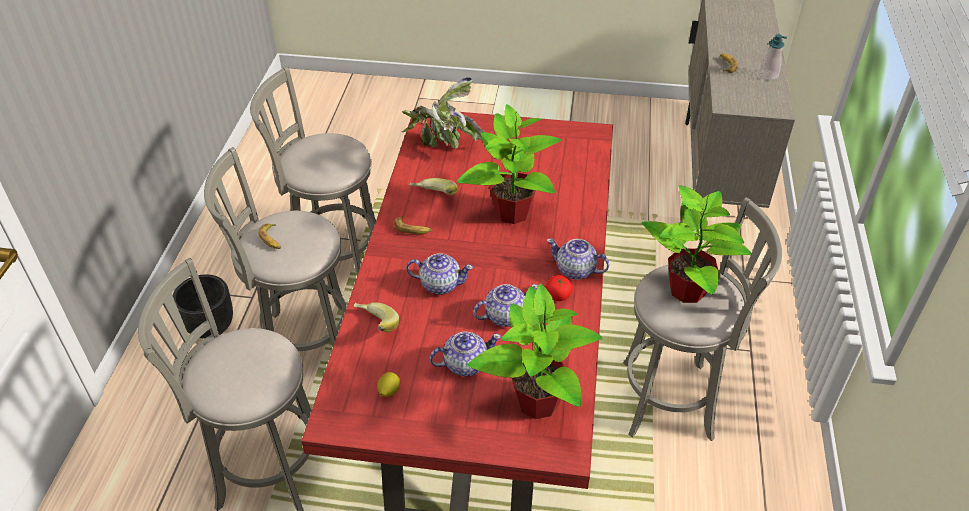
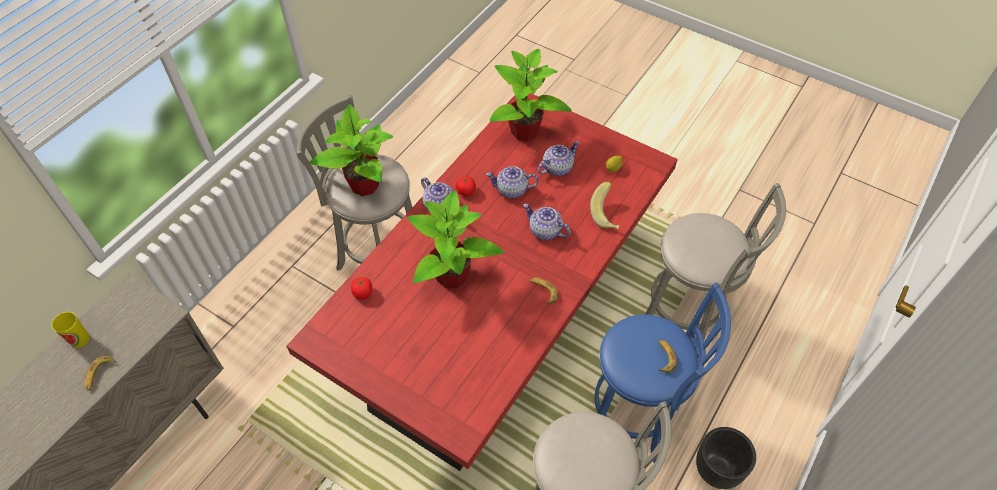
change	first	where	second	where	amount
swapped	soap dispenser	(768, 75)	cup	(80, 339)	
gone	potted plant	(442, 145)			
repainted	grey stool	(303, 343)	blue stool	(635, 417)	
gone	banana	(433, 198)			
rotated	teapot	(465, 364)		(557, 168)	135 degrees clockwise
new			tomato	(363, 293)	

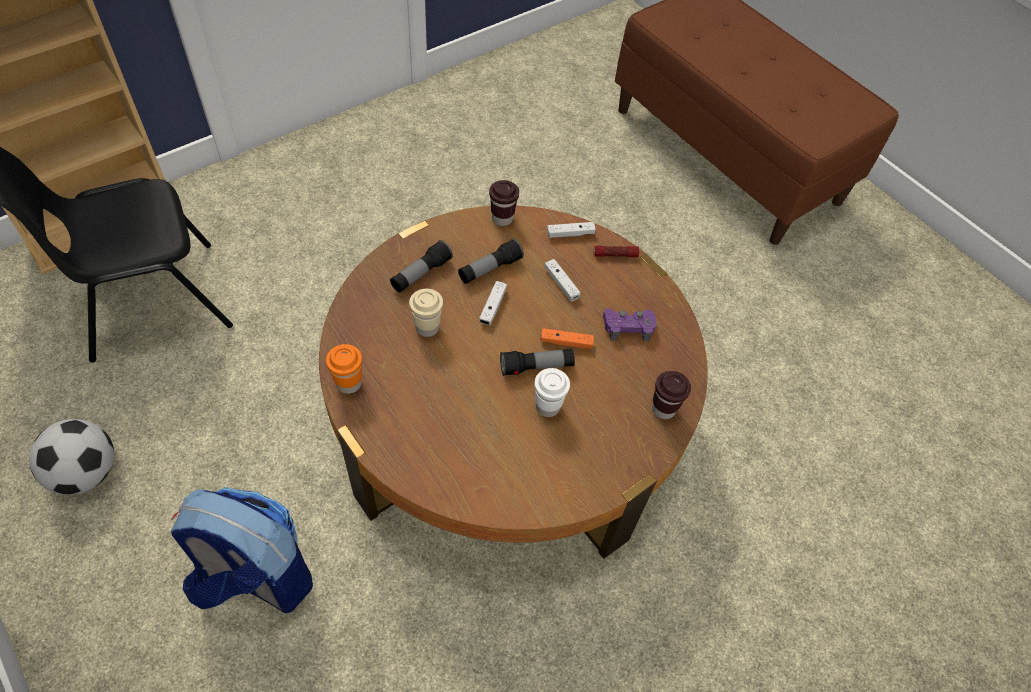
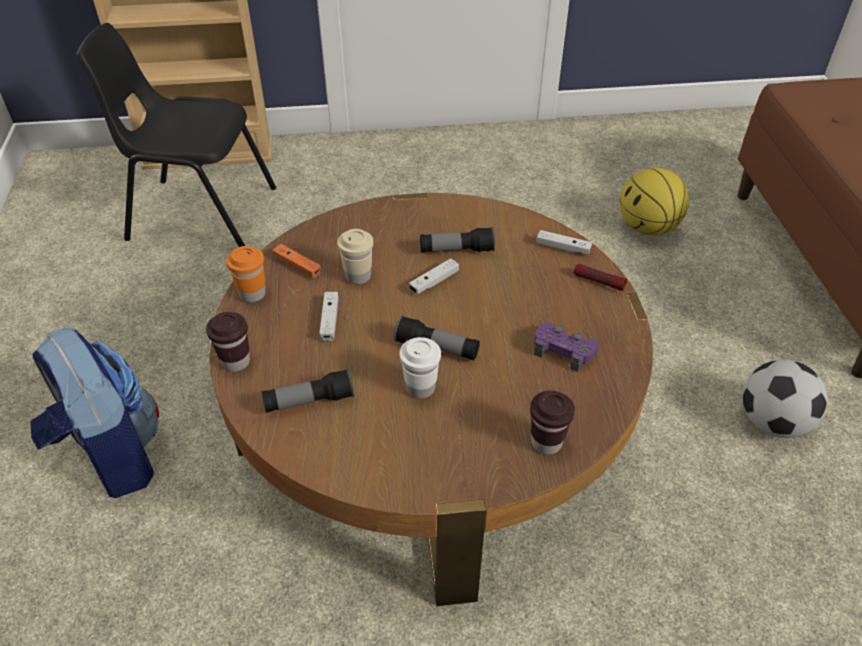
change	first	where	second	where	amount
shifted	brown cup	(502, 218)		(236, 362)	
shifted	flashlight	(421, 274)		(309, 401)	
shifted	white game controller	(561, 284)		(329, 320)	
shifted	orange game controller	(566, 342)		(297, 266)	
shifted	football	(86, 472)		(772, 422)	
new			basketball	(647, 228)	

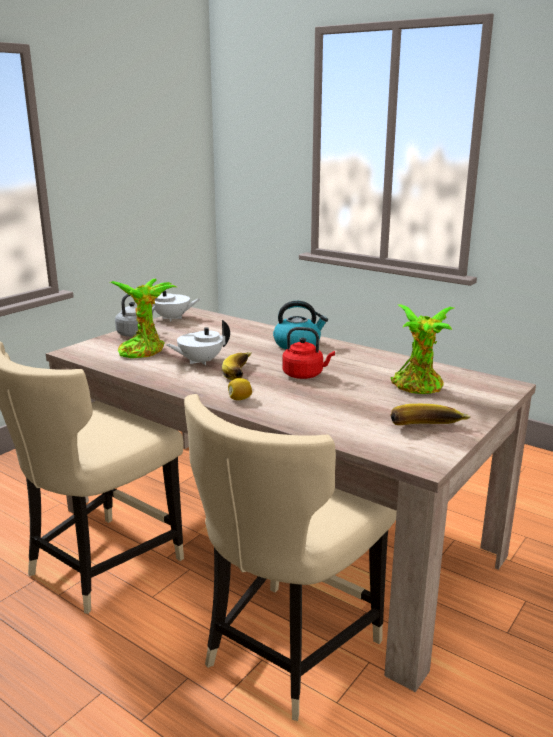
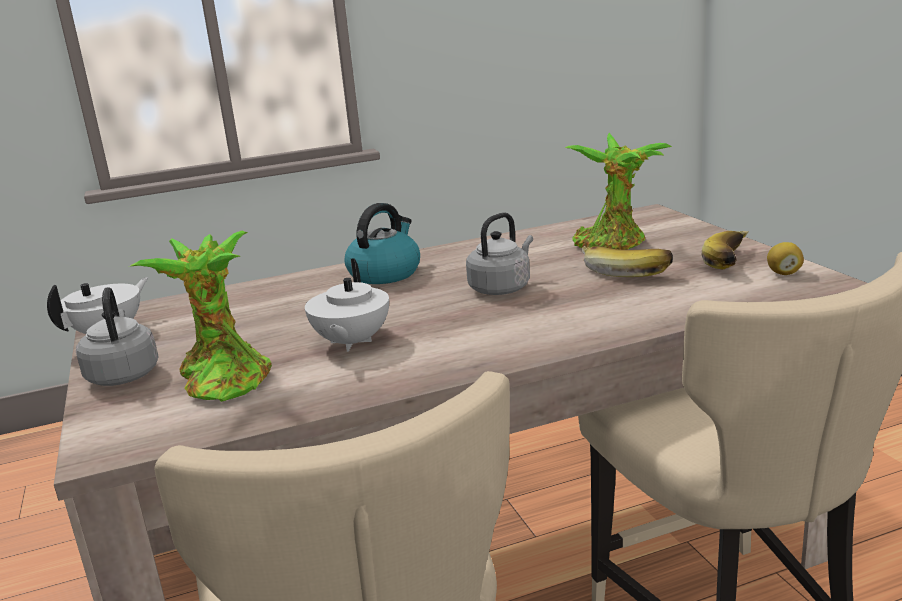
change	first	where	second	where	amount
repainted	red kettle	(305, 375)	grey kettle	(502, 288)	
shifted	banana	(242, 374)		(626, 271)	
shifted	lemon	(239, 399)		(783, 273)	

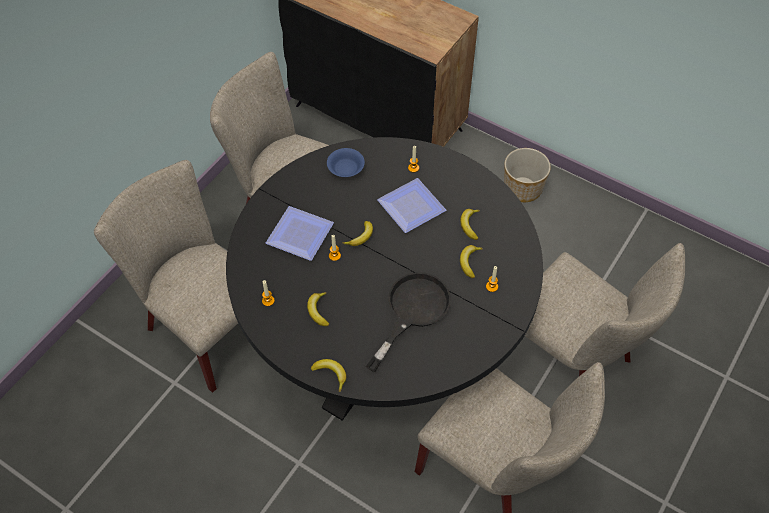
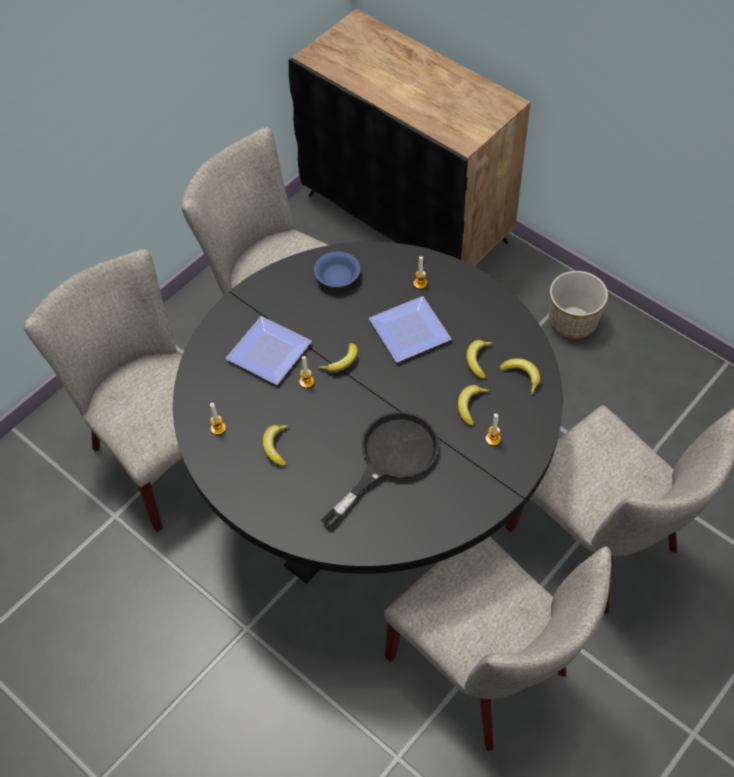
change	first	where	second	where	amount
shifted	banana	(331, 374)		(522, 376)	

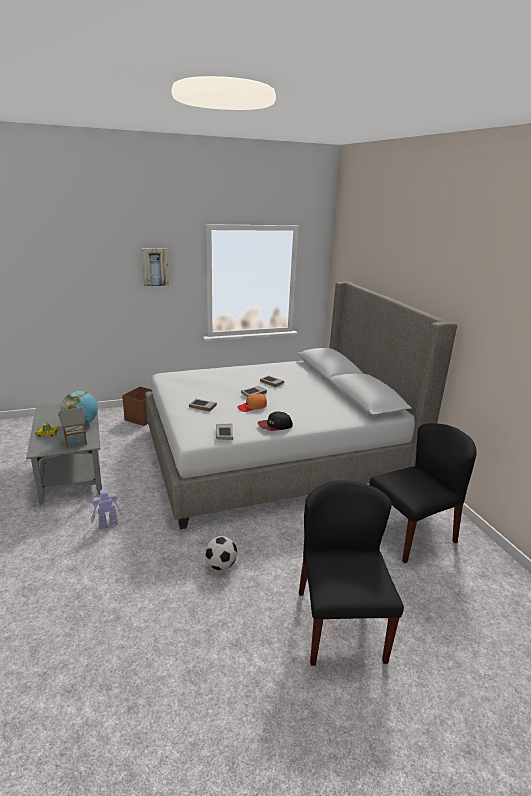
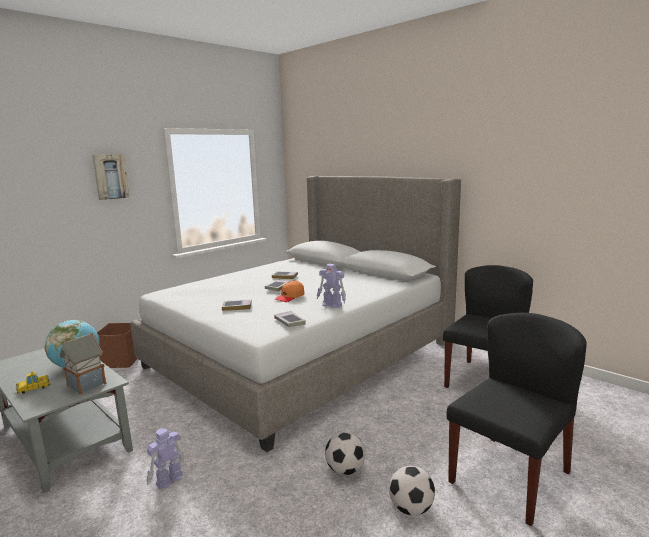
change	first	where	second	where	amount
swapped	cap	(275, 426)	toy robot	(332, 305)	
rotated	black chair	(339, 624)		(509, 476)	75 degrees clockwise
new			football	(411, 508)	

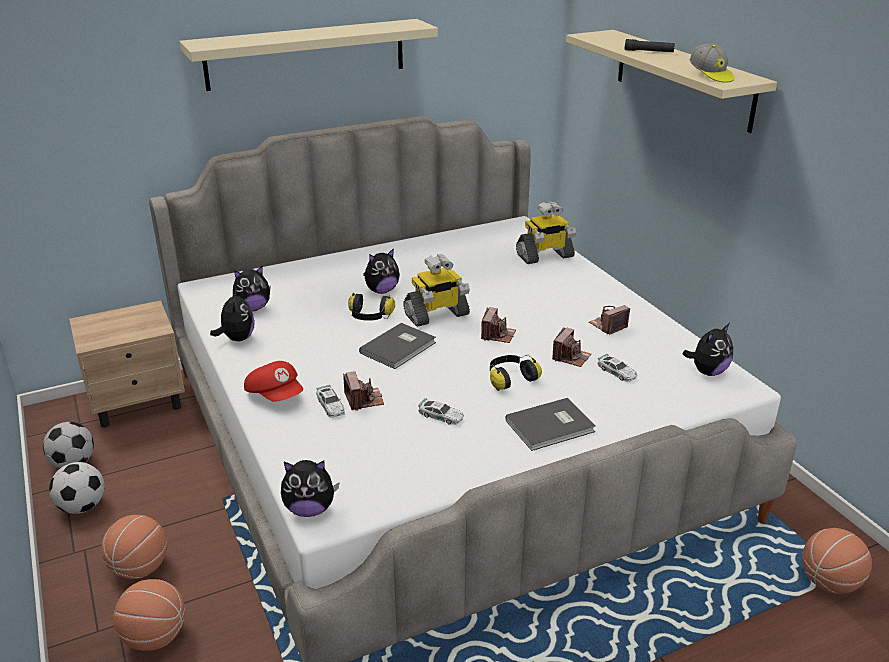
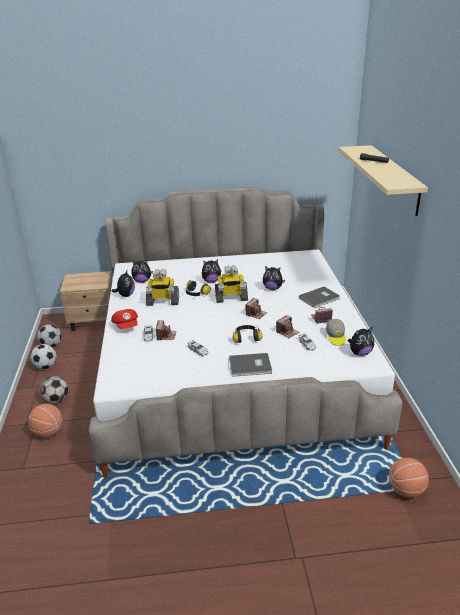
change	first	where	second	where	amount
gone	beige shelf	(306, 54)			
shifted	cap	(711, 76)		(335, 337)	
shifted	toy robot	(545, 256)		(162, 302)	
shifted	grey book	(400, 348)		(320, 298)	
shifted	plush toy	(310, 509)		(272, 288)	
swapped	basketball	(139, 568)	football	(56, 400)	

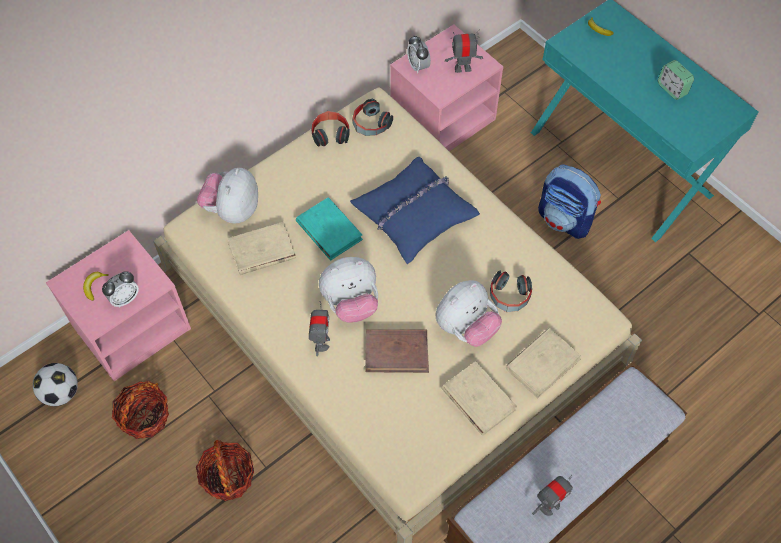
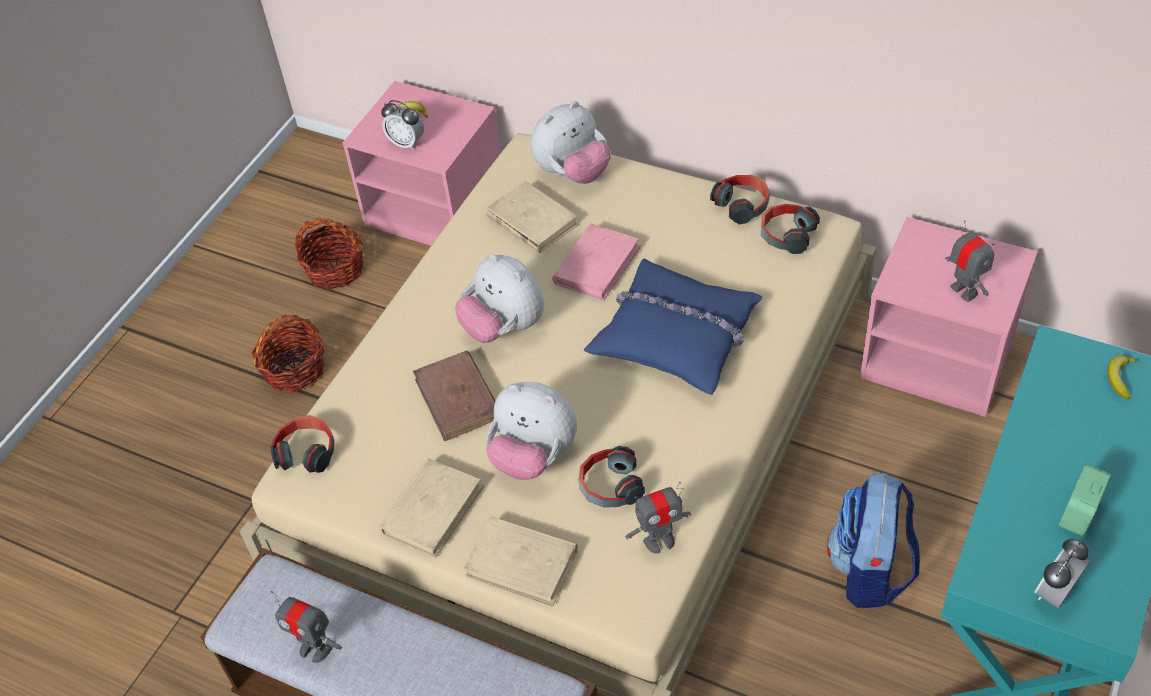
change	first	where	second	where	amount
shifted	alarm clock	(418, 66)		(1055, 593)	
rotated	plush toy	(232, 210)		(573, 173)	150 degrees clockwise
repainted	turquoise book	(329, 230)	pink book	(597, 265)	
shifted	toy robot	(321, 343)		(659, 541)	
gone	football	(61, 393)			
new			headphones	(307, 452)	

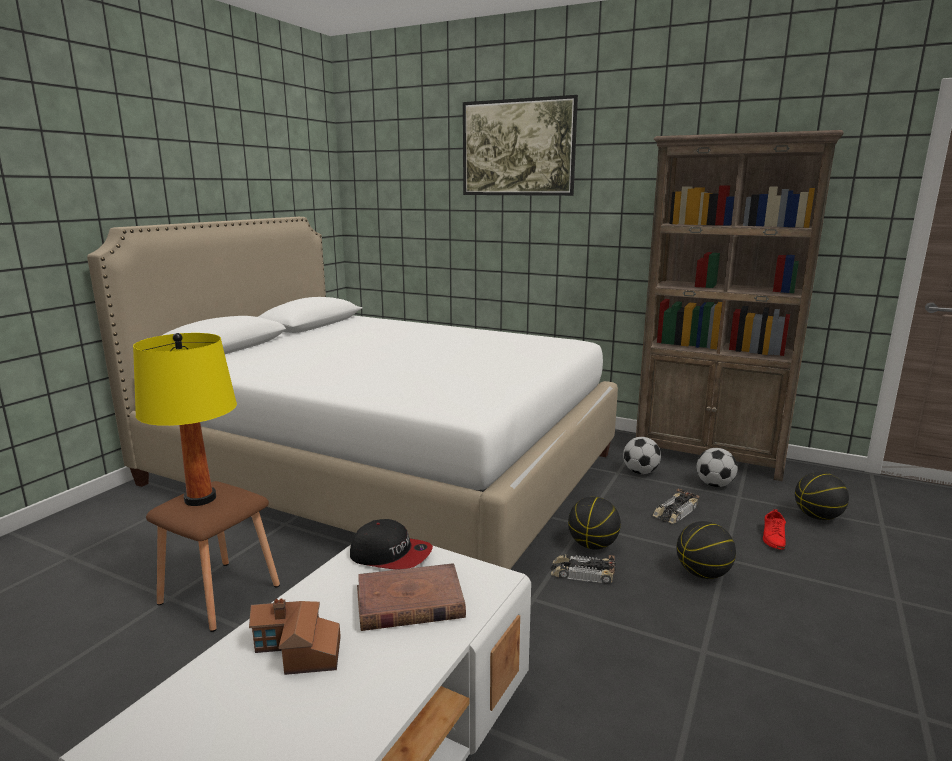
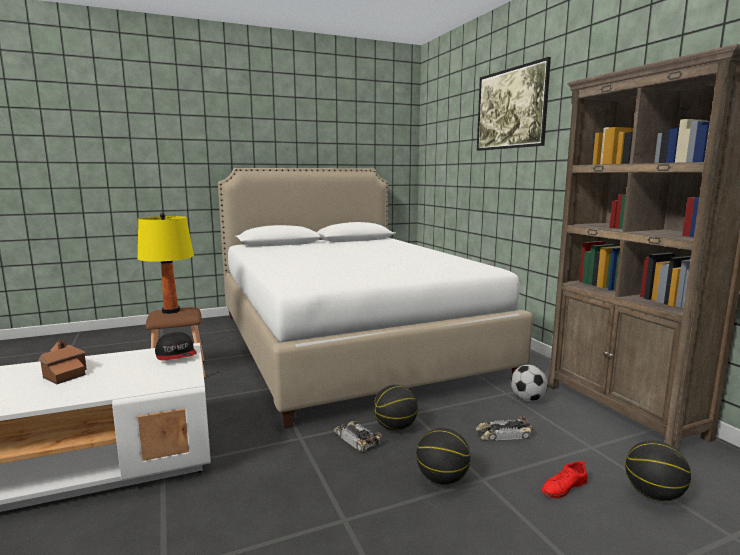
change	first	where	second	where	amount
gone	football	(714, 484)			
gone	brown book	(409, 602)			

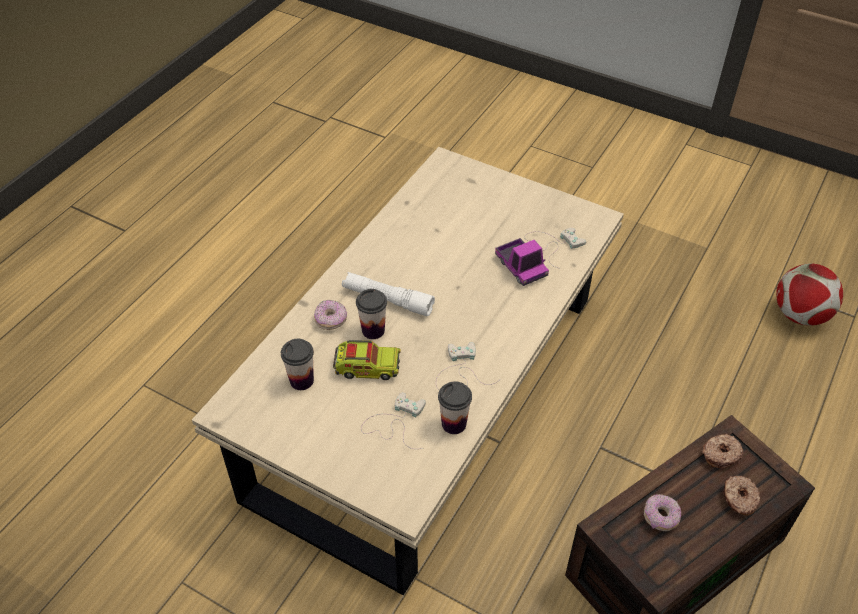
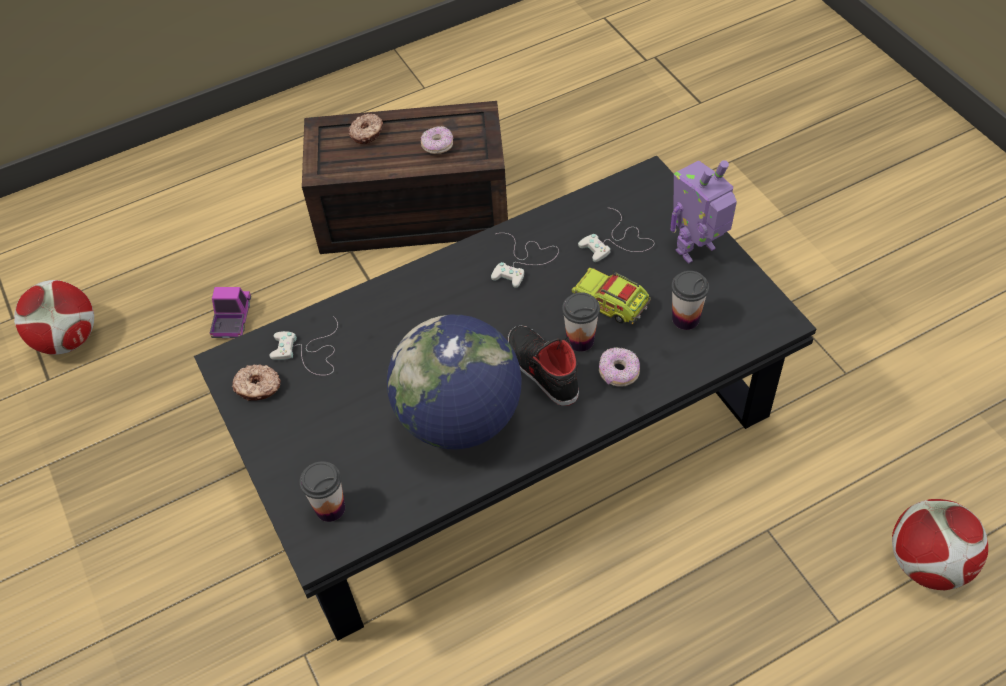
change	first	where	second	where	amount
repainted	beige coffee table	(429, 394)	black coffee table	(508, 440)	
shifted	toy truck	(521, 267)		(232, 319)	
swapped	white flashlight	(387, 299)	black shoe	(541, 369)	
shifted	cup	(454, 424)		(330, 508)	
shifted	donut	(720, 454)		(258, 387)	
new			toy robot	(697, 251)	
new			globe	(459, 418)	
new			football	(927, 564)	

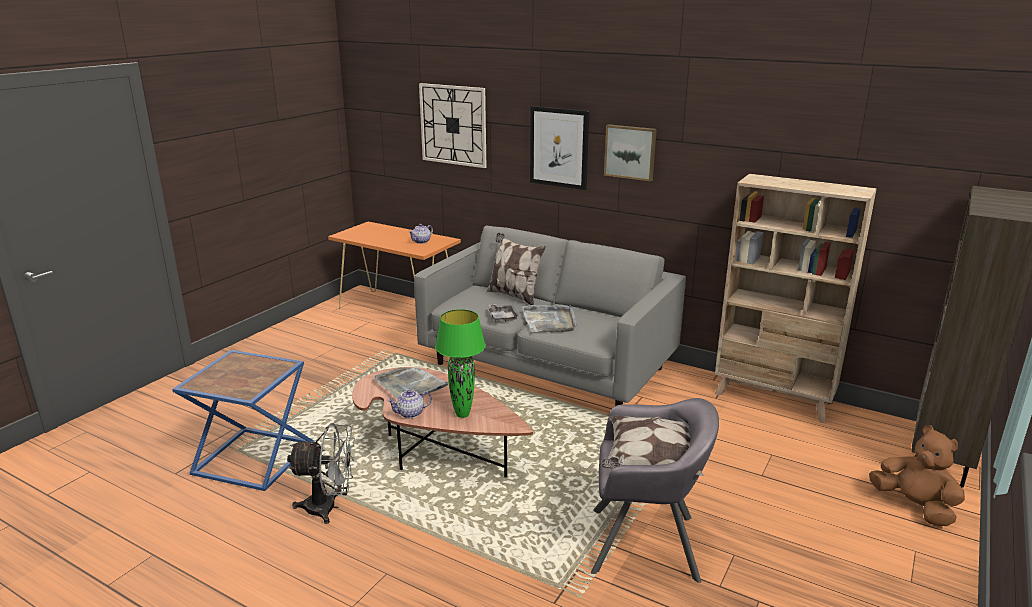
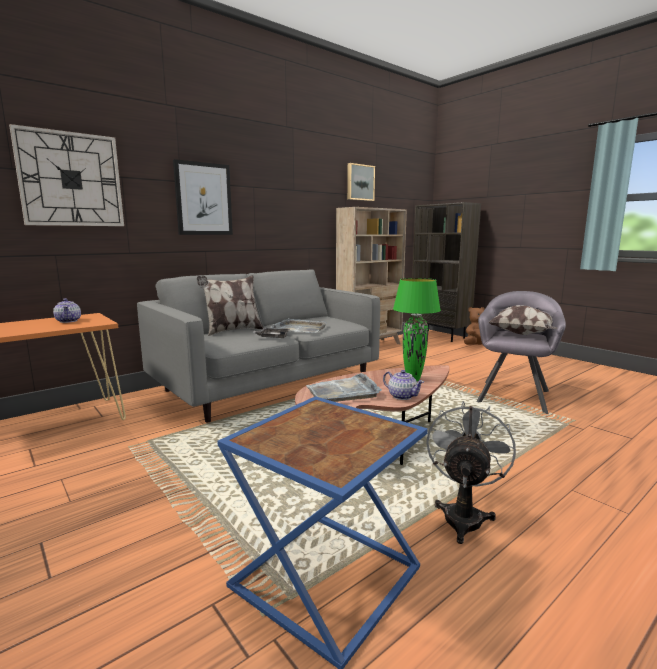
change	first	where	second	where	amount
shifted	picture	(630, 152)		(359, 182)	
rotated	teapot	(410, 413)		(402, 396)	45 degrees counterclockwise

